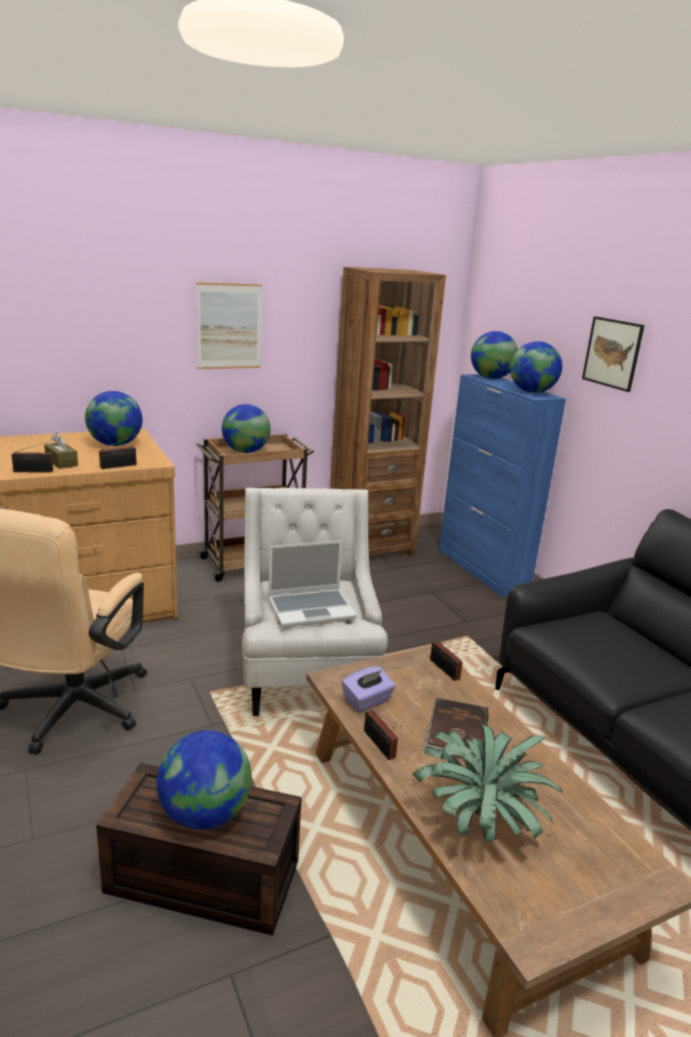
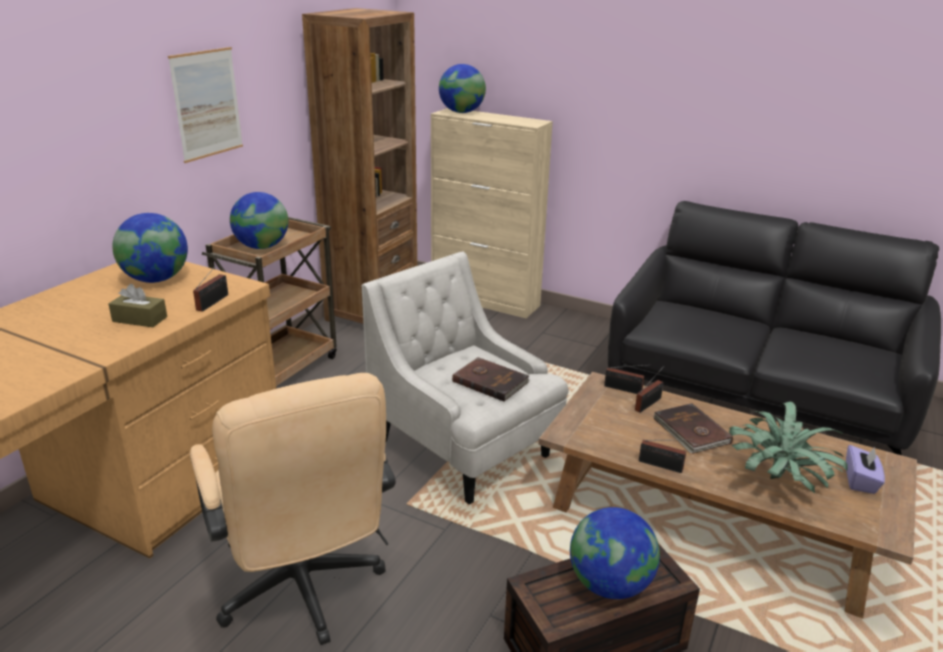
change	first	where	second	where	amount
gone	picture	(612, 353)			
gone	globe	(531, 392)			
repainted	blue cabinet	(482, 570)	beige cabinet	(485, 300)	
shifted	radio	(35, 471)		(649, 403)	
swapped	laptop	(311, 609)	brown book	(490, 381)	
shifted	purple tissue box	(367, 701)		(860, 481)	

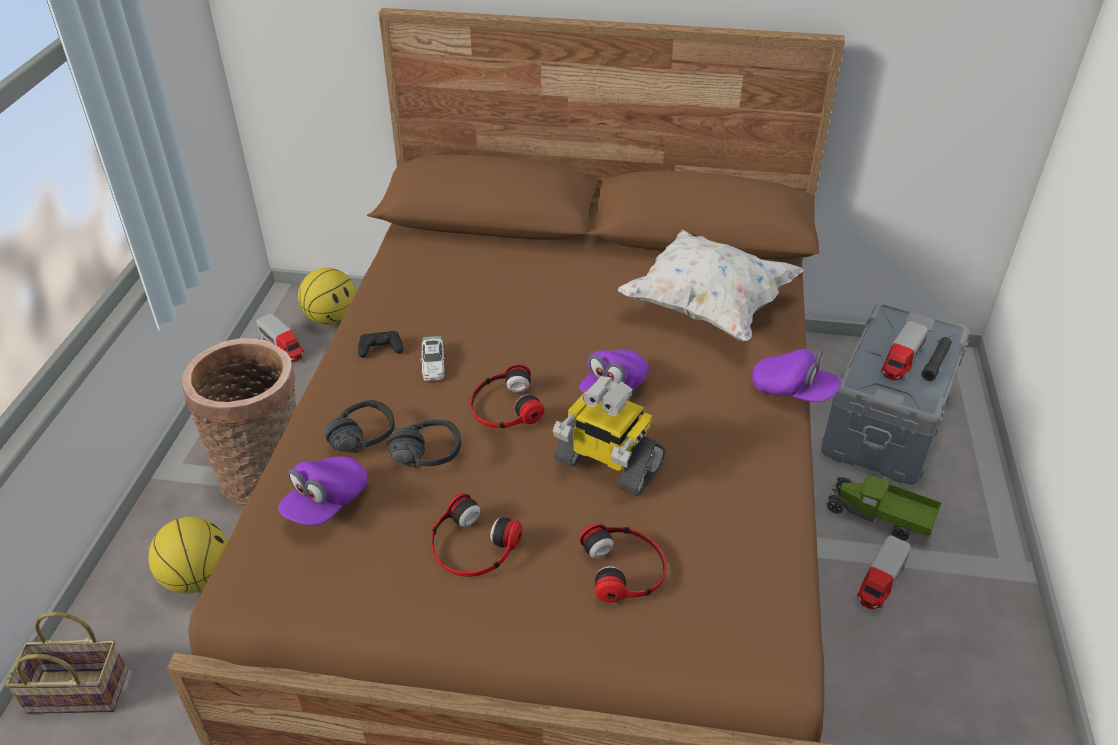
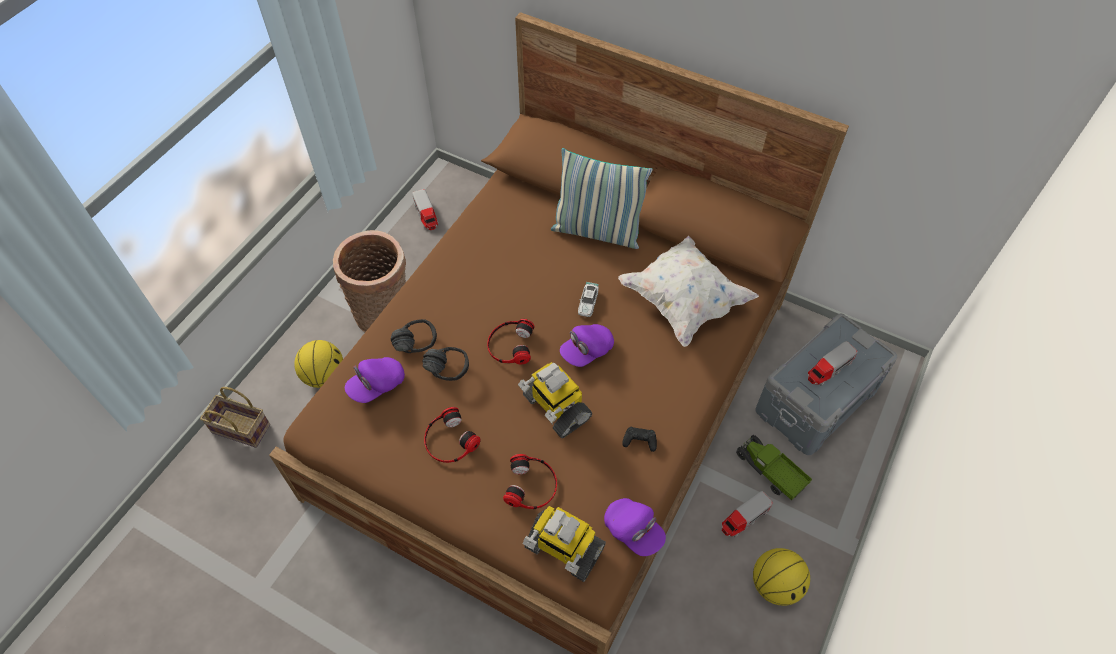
change	first	where	second	where	amount
shifted	basketball	(332, 318)		(775, 584)	
shifted	black game controller	(380, 348)		(639, 441)	
shifted	toy car	(433, 364)		(588, 302)	
gone	black flashlight	(935, 363)			
shifted	purple cap	(793, 391)		(633, 531)	
new			pillow	(597, 231)	
new			toy robot	(563, 549)	

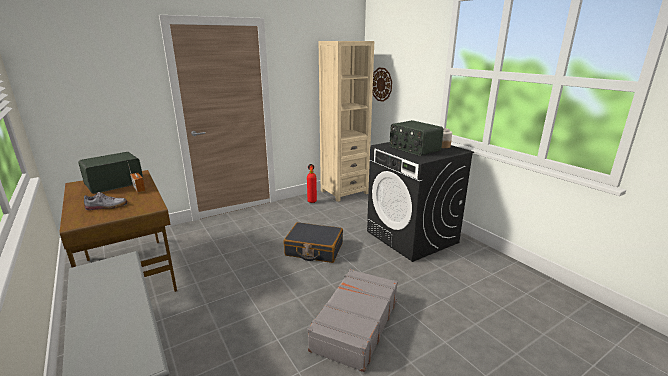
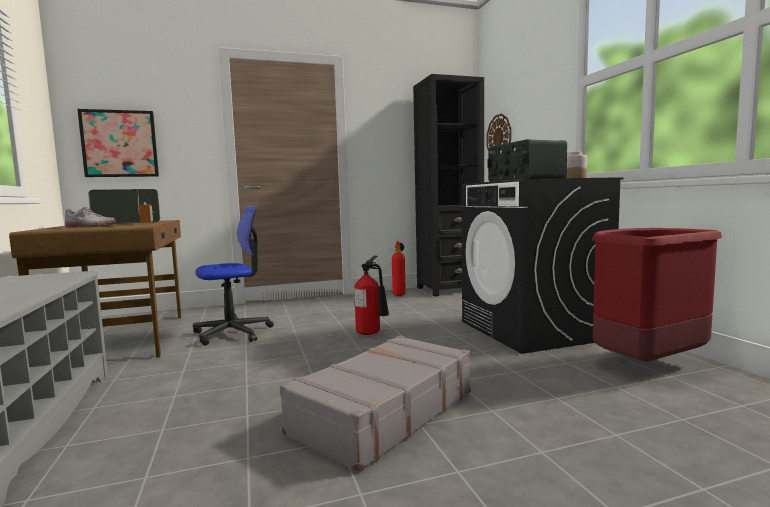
change	first	where	second	where	amount
repainted	beige bookcase	(344, 192)	black bookcase	(449, 289)	
swapped	black suitcase	(314, 249)	fire extinguisher	(372, 333)	
new			picture	(120, 144)	
new			office chair	(233, 333)	
new			red trash can	(645, 364)	

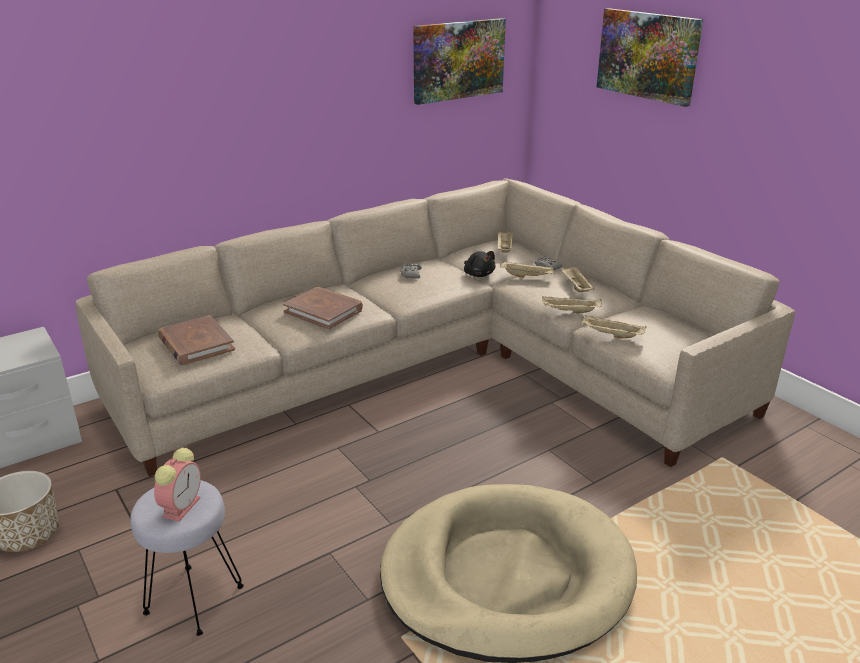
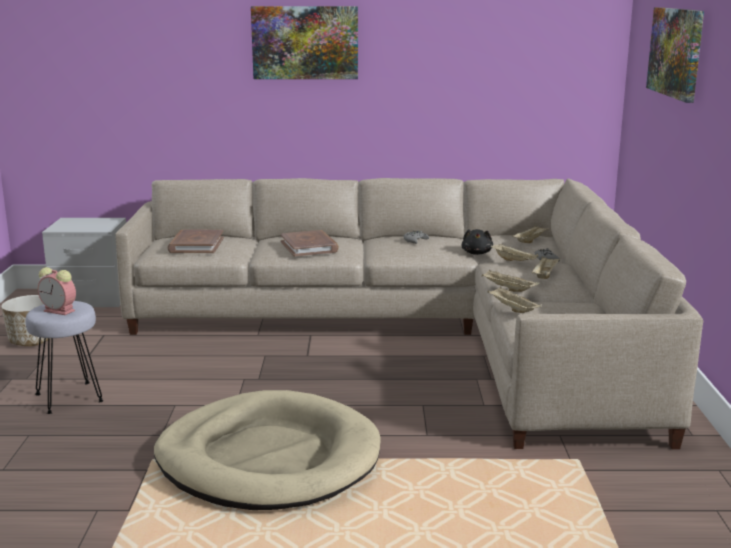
change	first	where	second	where	amount
shifted	picture	(458, 60)		(305, 42)	
rotated	alarm clock	(182, 506)		(60, 311)	60 degrees clockwise

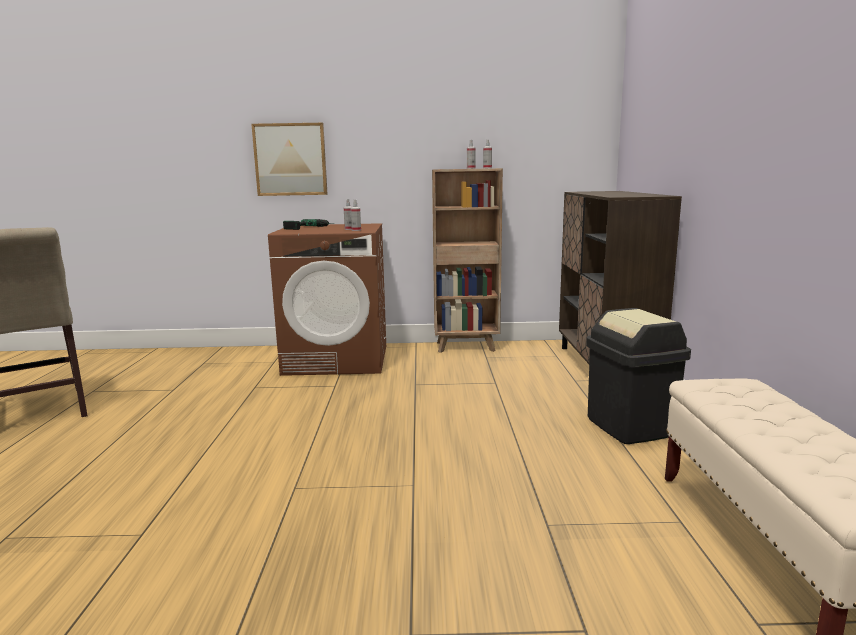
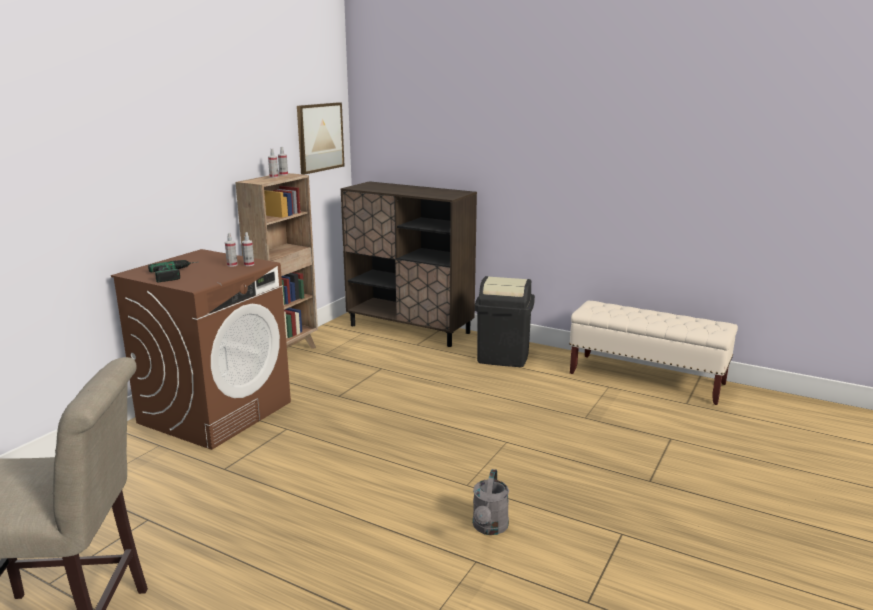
change	first	where	second	where	amount
shifted	picture	(290, 159)		(319, 137)	
new			grey watering can	(489, 528)	

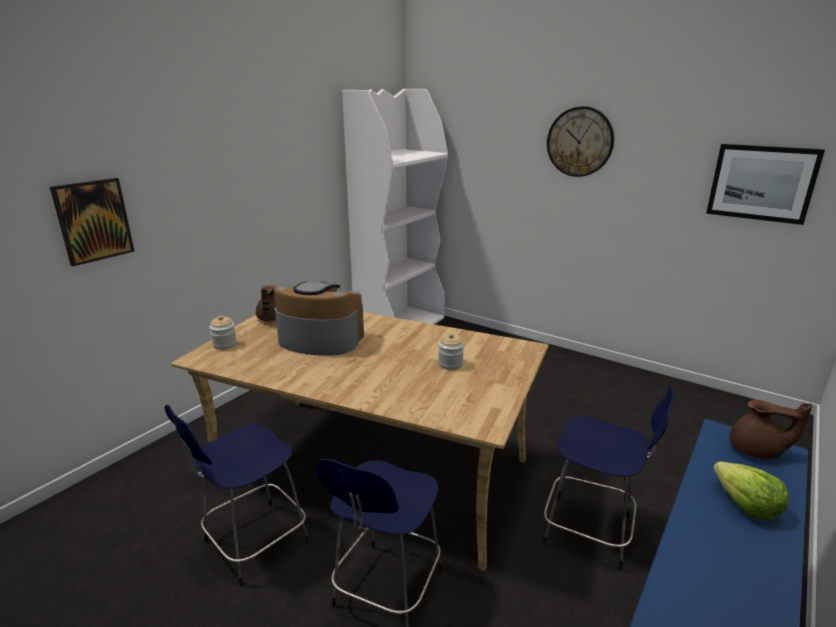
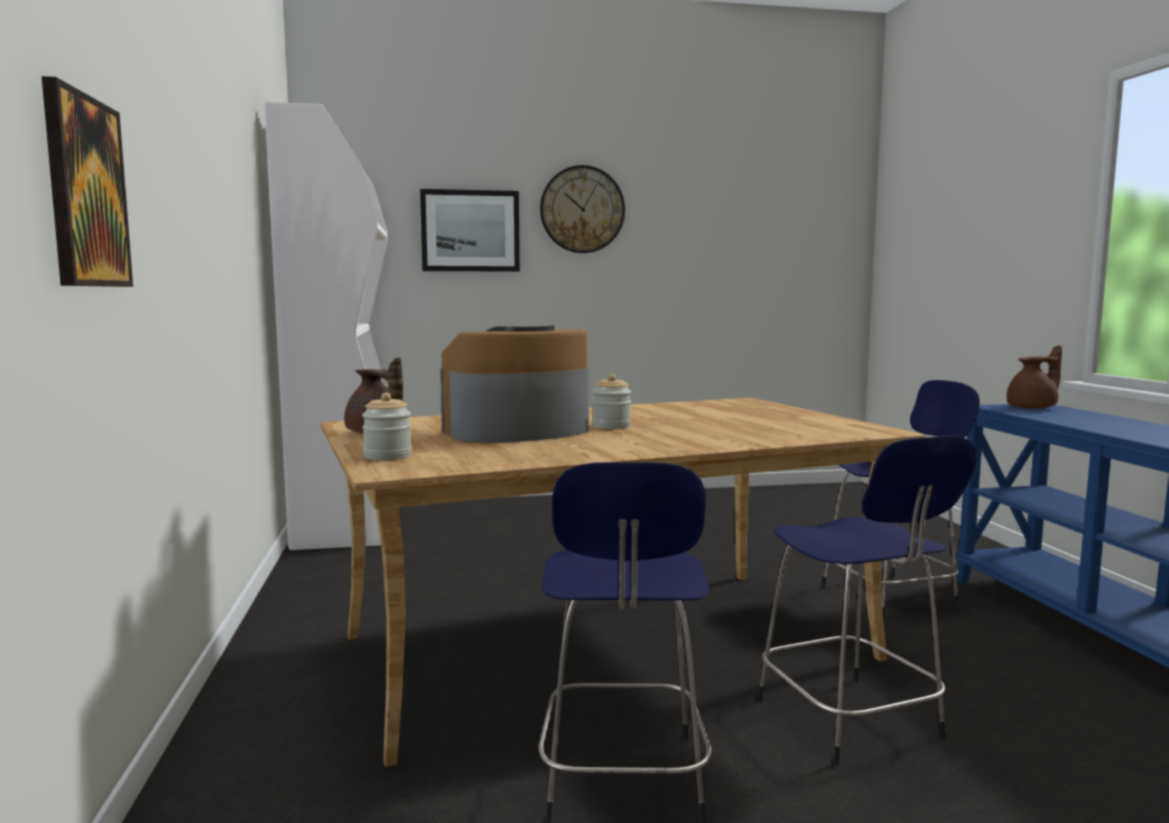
change	first	where	second	where	amount
shifted	picture	(761, 183)		(470, 231)	
shifted	jar	(450, 364)		(611, 426)	
gone	lettuce	(746, 505)			

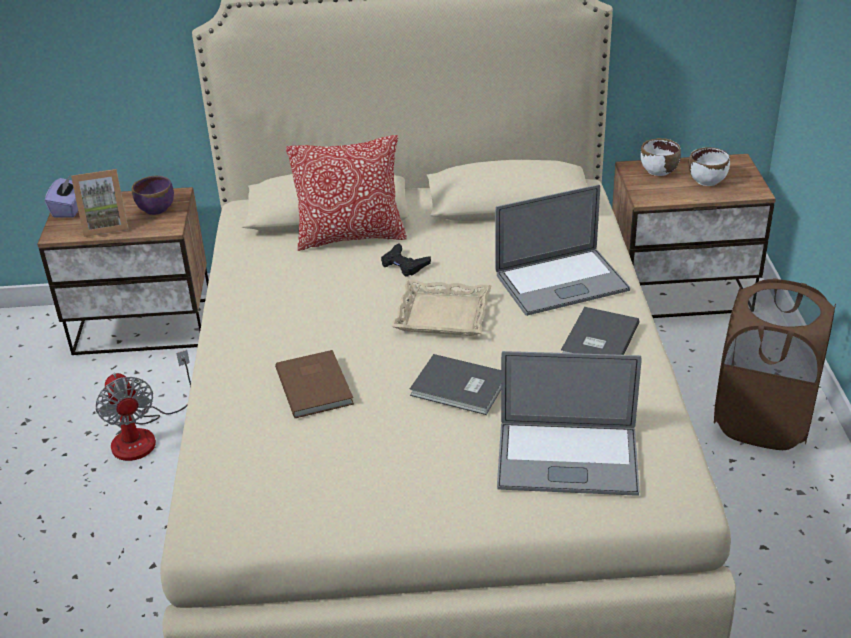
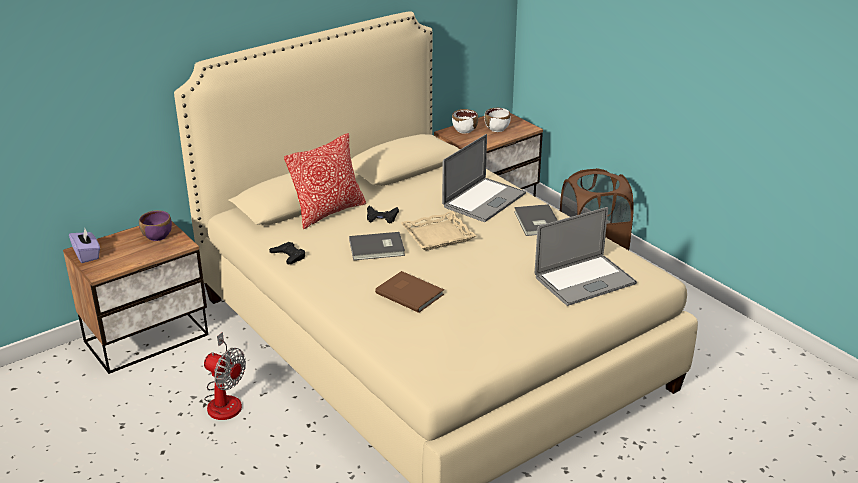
change	first	where	second	where	amount
gone	picture frame	(105, 225)			
shifted	grey book	(459, 388)		(377, 248)	
new			black game controller	(289, 256)	

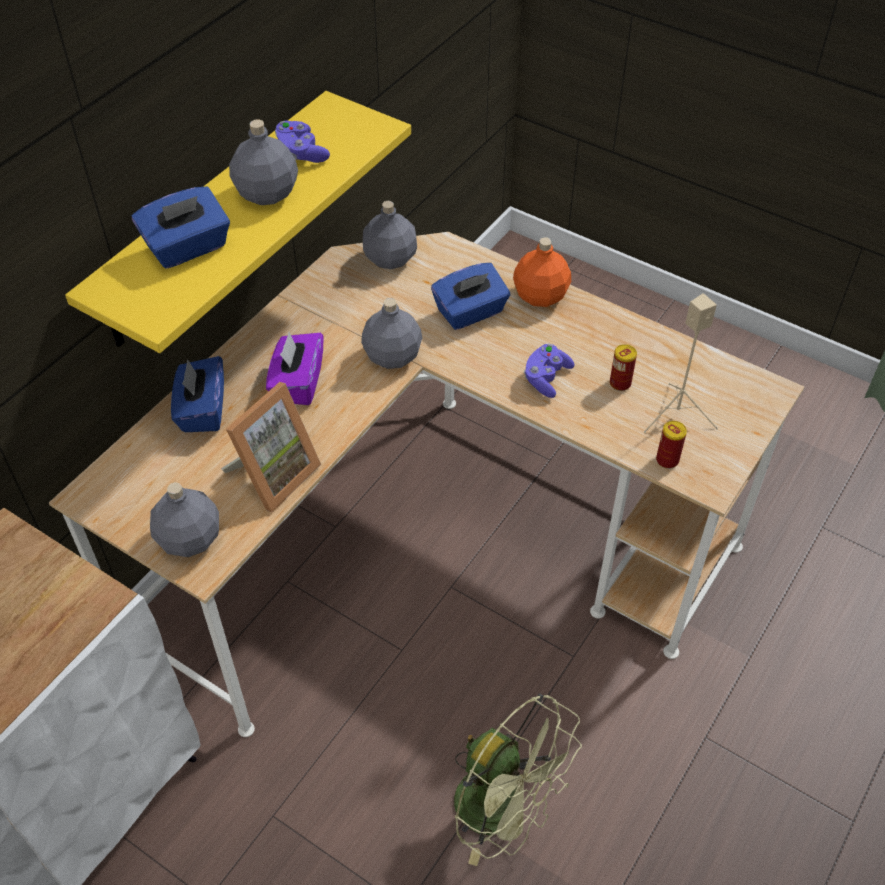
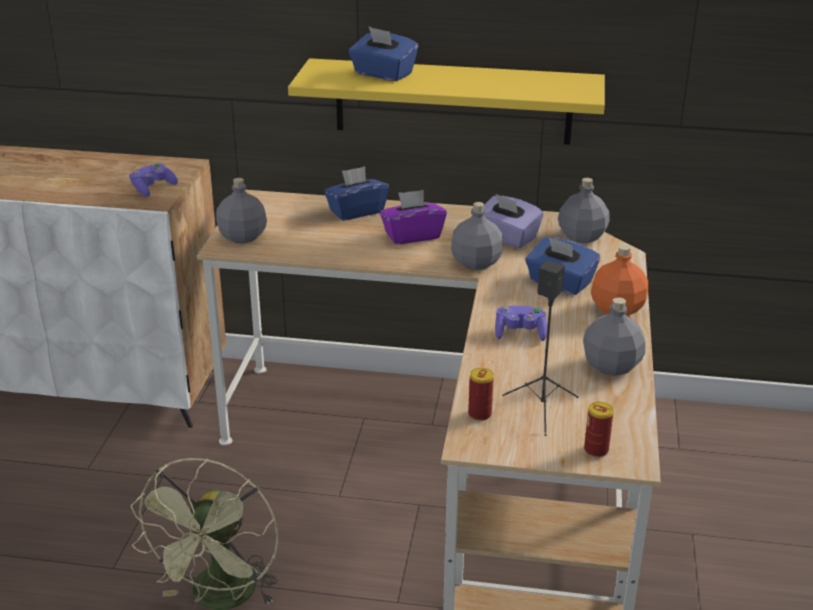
change	first	where	second	where	amount
shifted	grey bottle	(267, 194)		(610, 366)	
shifted	purple game controller	(301, 153)		(153, 188)	
repainted	beige speaker	(676, 414)	black speaker	(542, 408)	
shifted	can	(620, 383)		(596, 450)	
gone	picture frame	(273, 475)			
new			purple tissue box	(507, 238)	

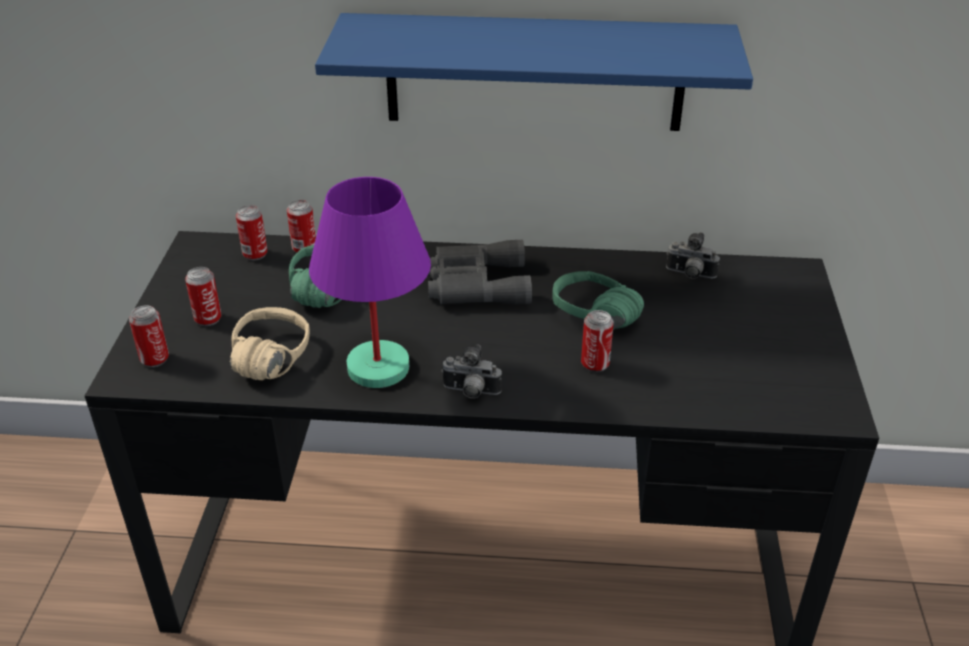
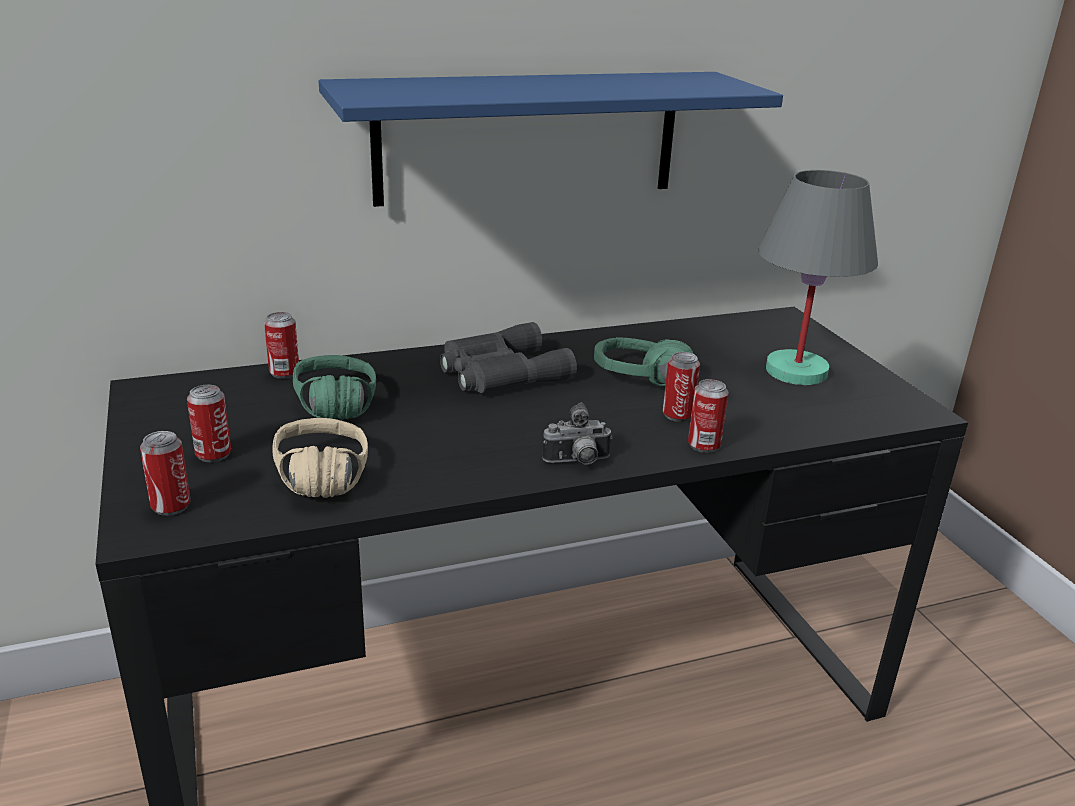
change	first	where	second	where	amount
gone	purple table lamp	(379, 367)			
shifted	can	(255, 254)		(704, 445)	
gone	photo camera	(689, 275)			
new			grey table lamp	(796, 372)	

